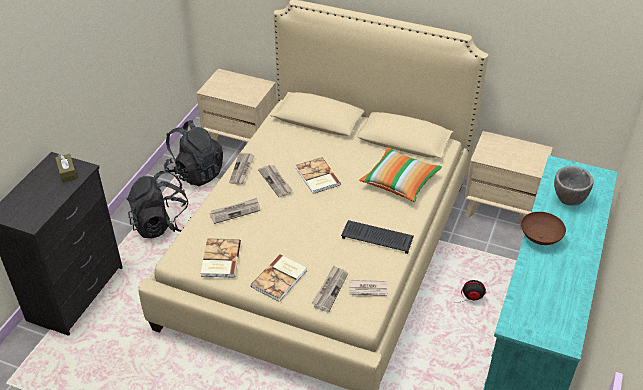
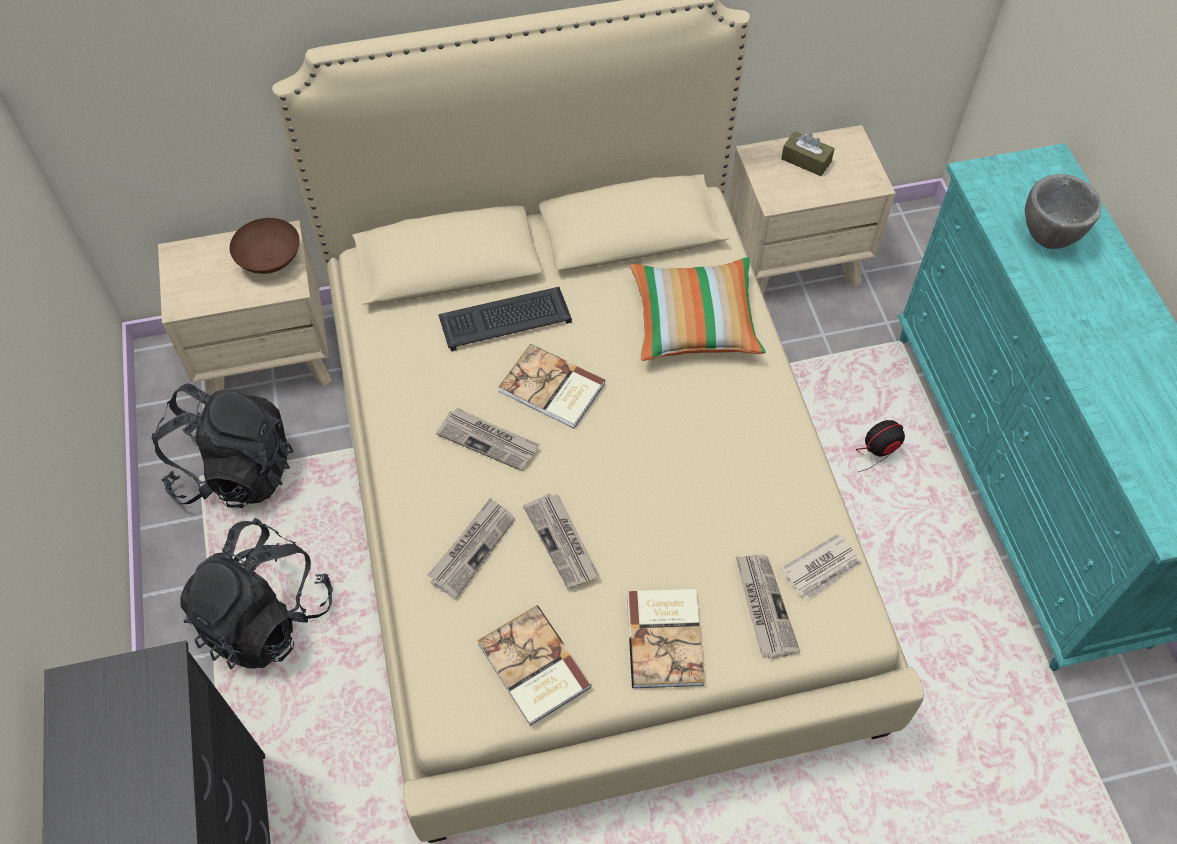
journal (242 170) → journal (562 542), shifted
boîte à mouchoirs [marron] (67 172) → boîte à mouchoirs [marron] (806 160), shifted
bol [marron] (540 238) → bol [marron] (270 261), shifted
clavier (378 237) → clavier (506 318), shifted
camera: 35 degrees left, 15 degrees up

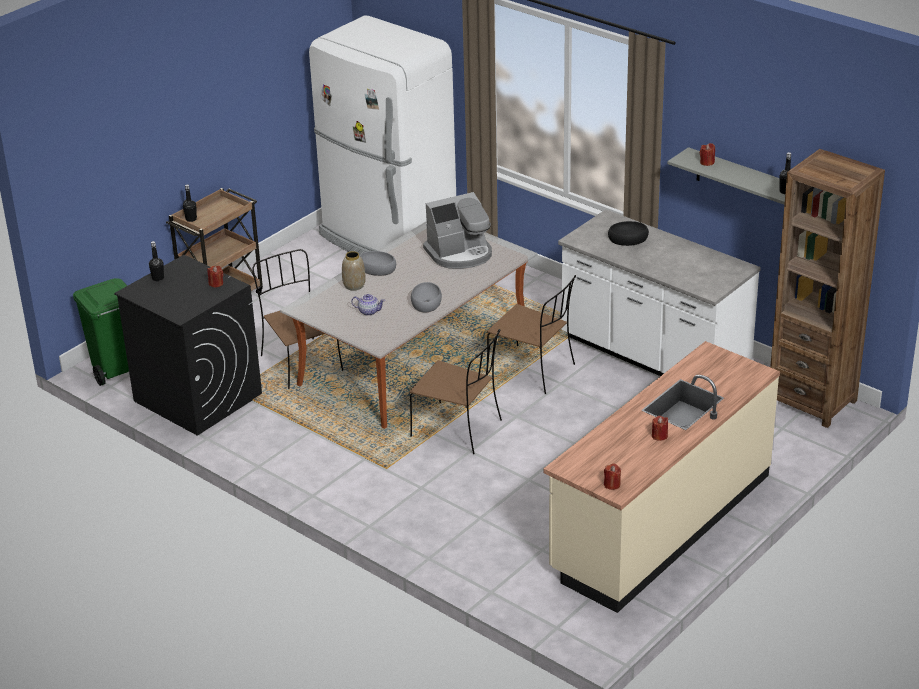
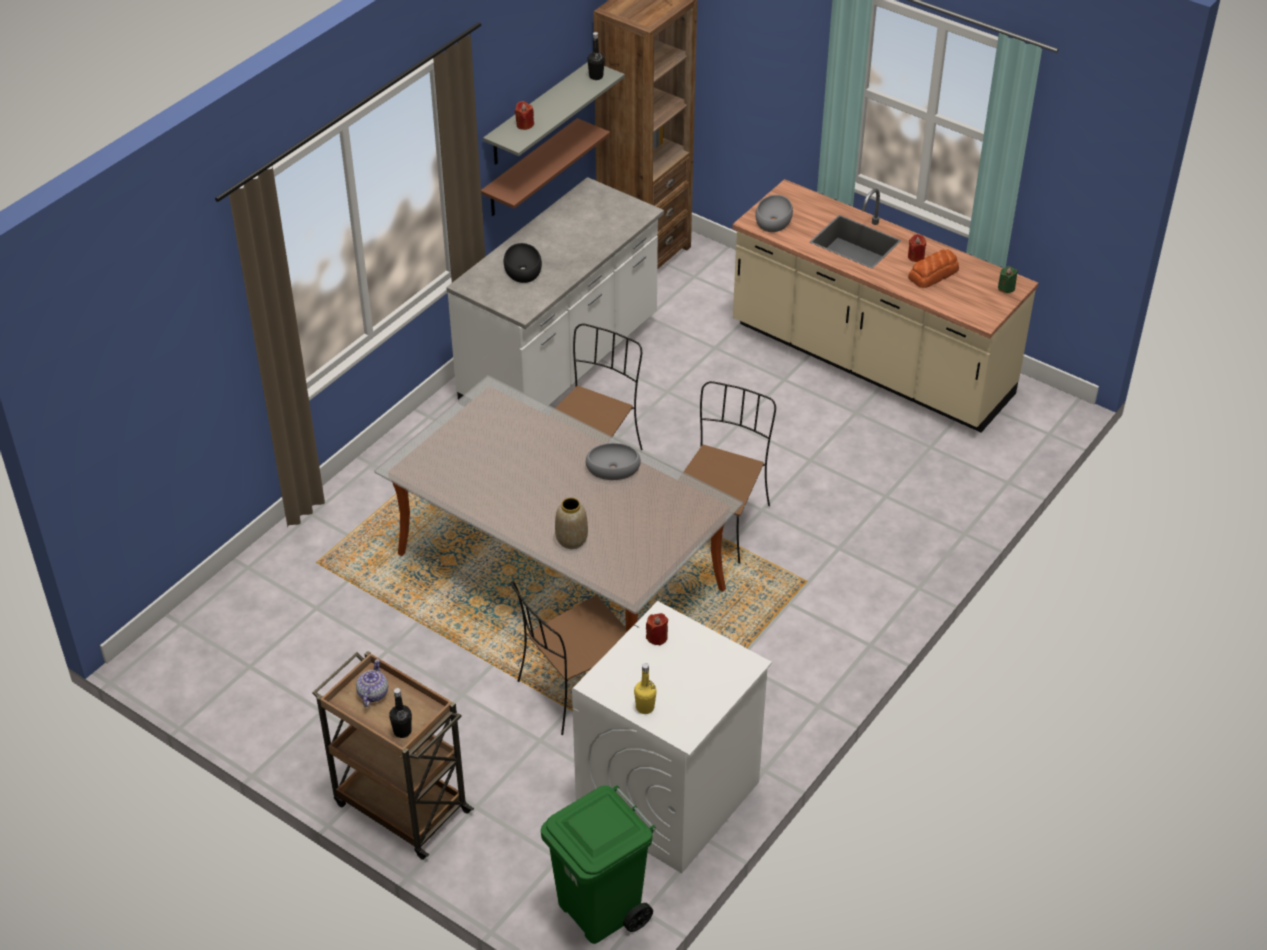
réfrigérateur [blanc] (387 239) → -
machine à café (460 254) → -
bouteille [noir] (158 278) → bouteille [jaune] (645 707)
bol [gris] (377 268) → bol [gris] (773 219), shifted
lave-linge [noir] (196 397) → lave-linge [blanc] (668 797)
théière (368 311) → théière (372 694), shifted
bougie [rouge] (612 484) → bougie [vert] (1006 288)
- → étagère [marron] (530 169)
- → pain (934 274)
camera: 95 degrees left, 10 degrees up

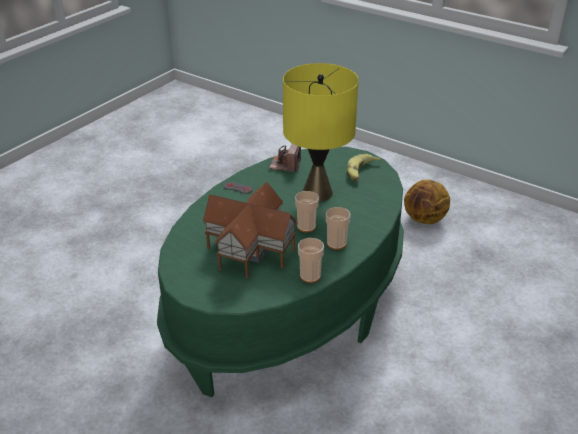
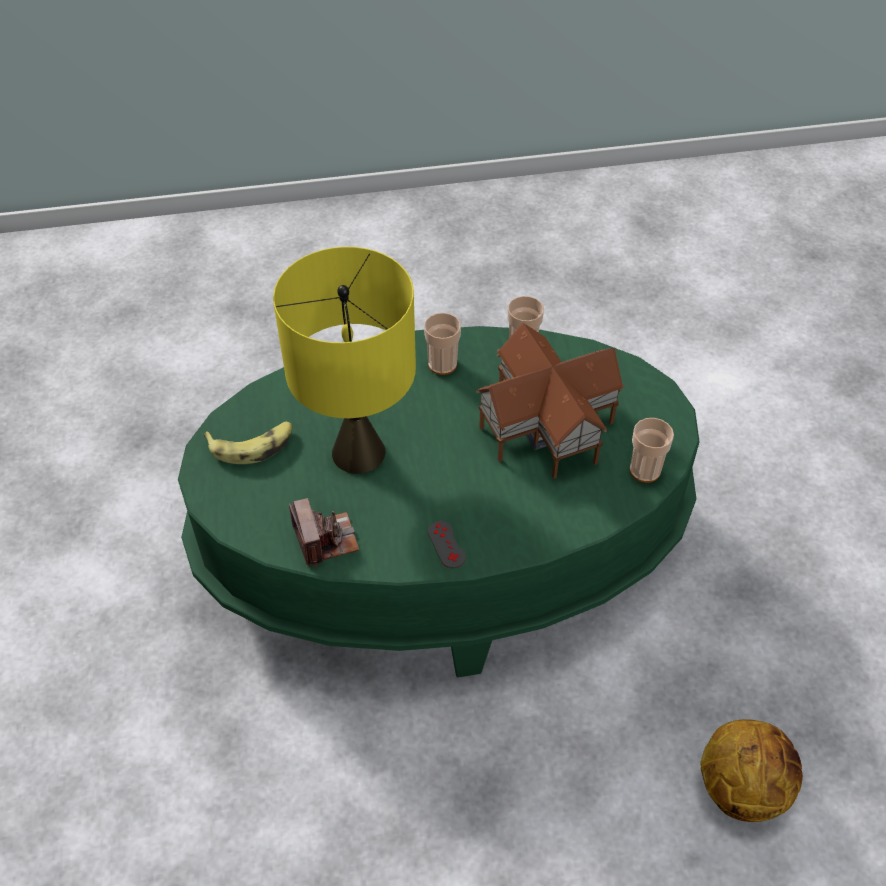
appareil photo (285 165) → appareil photo (325 539), 75 degrees counterclockwise
ballon de basket (424 219) → ballon de basket (741 787), shifted
tasse (306 226) → tasse (645 470), shifted
camera: 135 degrees left, 15 degrees up

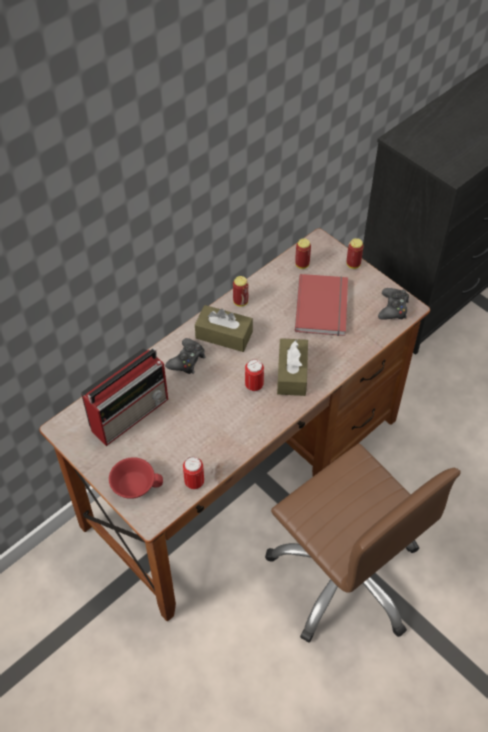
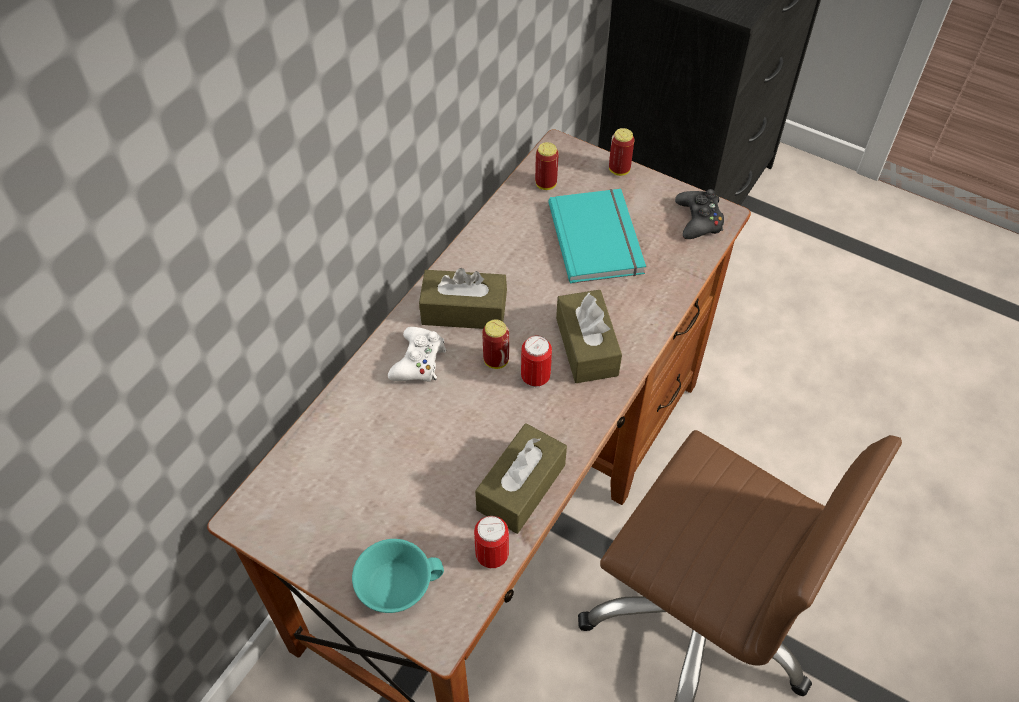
livre [rouge] (324 306) → livre [turquoise] (599 238)
boîte métallique (240 302) → boîte métallique (496 360), shifted
manette [noir] (187 360) → manette [blanc] (419 361)
radio (131 413) → -
tasse [rouge] (135 485) → tasse [turquoise] (396 584)
- → boîte à mouchoirs [marron] (521 487)
camera: 15 degrees left, 0 degrees up

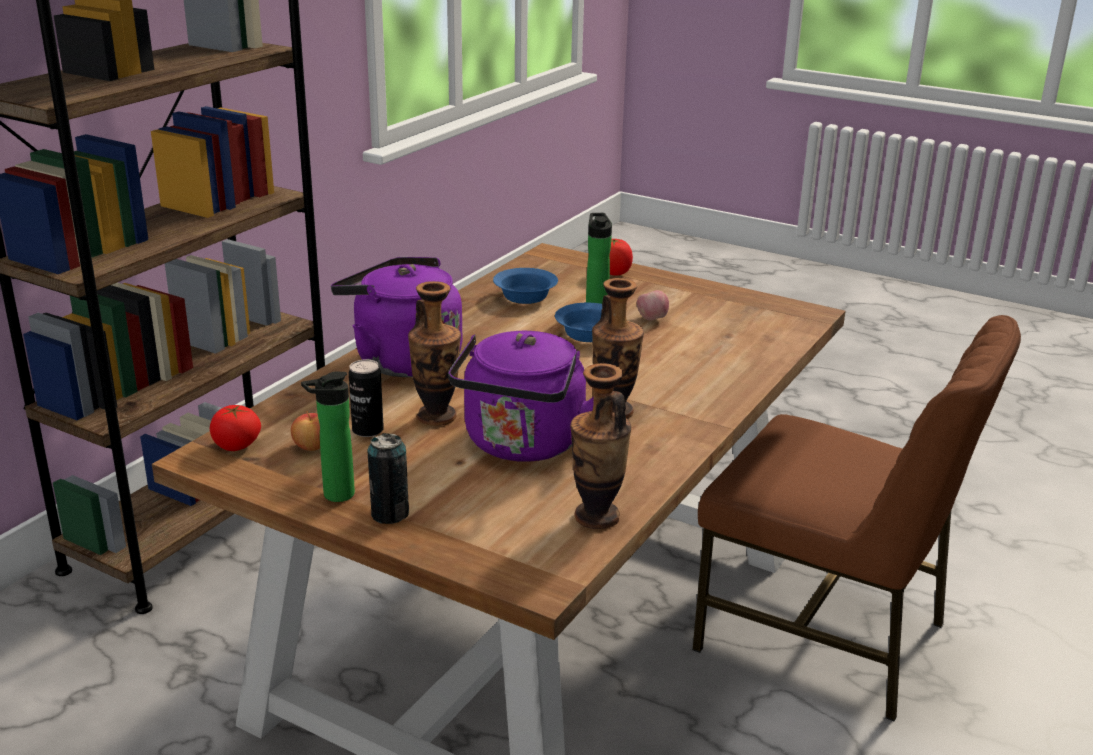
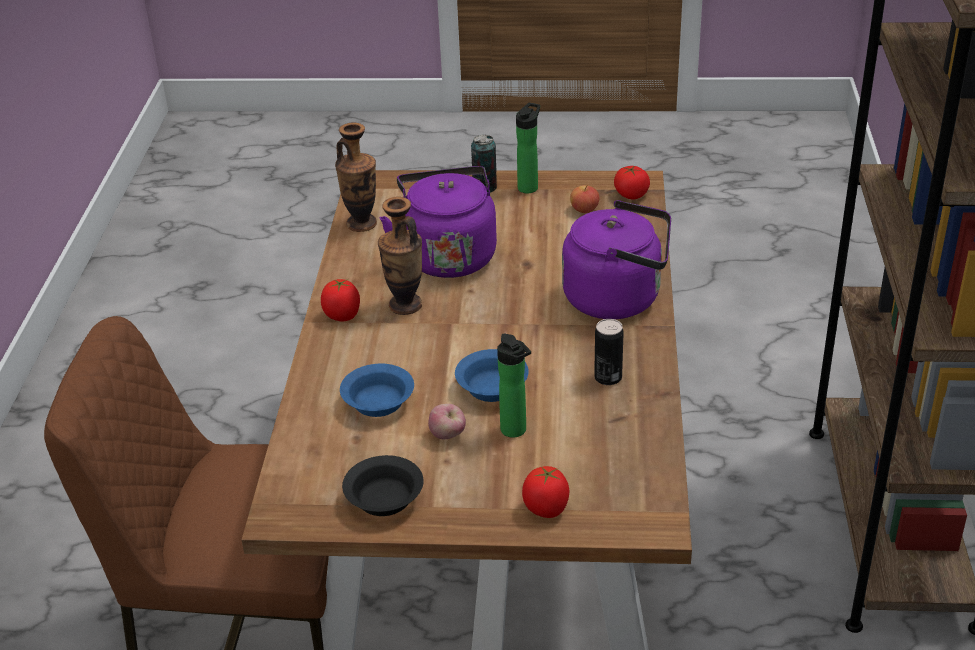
bol [bleu] (526 296) → bol [bleu] (377 404), shifted
vase (436 417) → -
boîte métallique (368 430) → boîte métallique (608 377), shifted
- → tomate (342 316)
- → bol [noir] (383 501)
camera: 155 degrees right, 10 degrees up

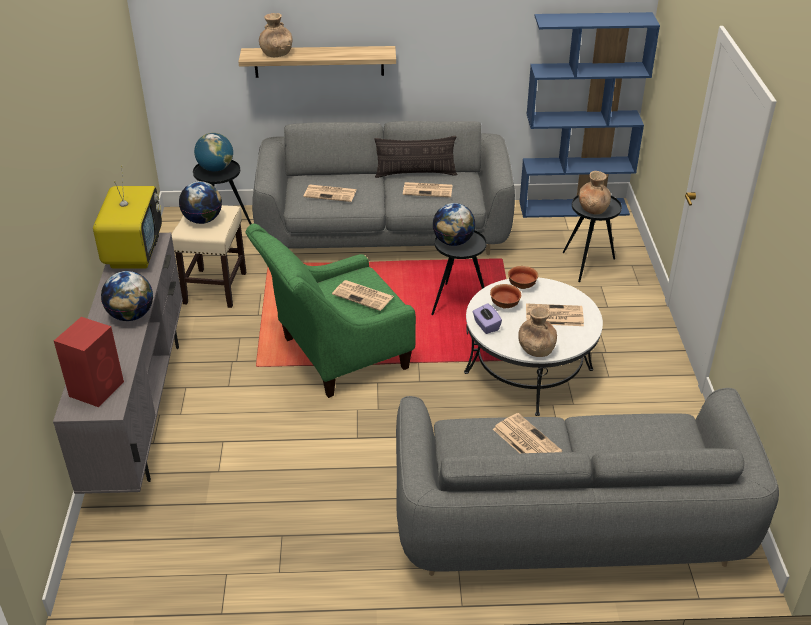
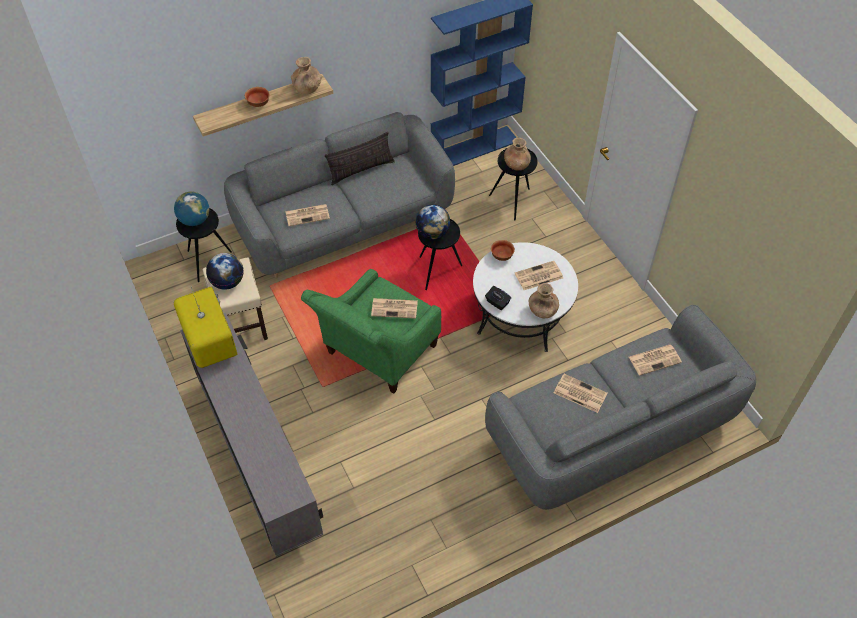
vase [marron] (276 54) → vase [marron] (307 89), shifted
journal (428 190) → journal (655 359), shifted
globe (131 316) → -
bol (505 305) → bol (259 103), shifted
boîte à mouchoirs [violet] (486 326) → boîte à mouchoirs [noir] (497 303)
enceinte [rouge] (97 388) → -
camera: 25 degrees left, 15 degrees up

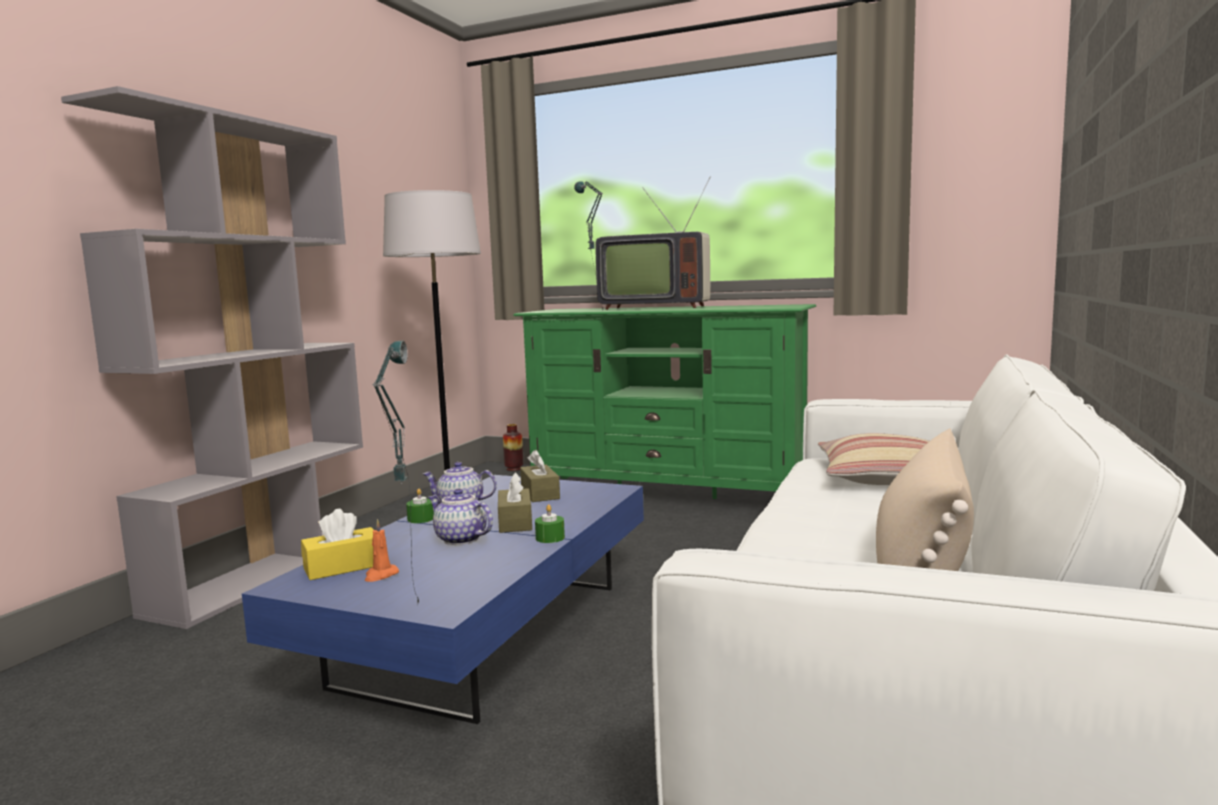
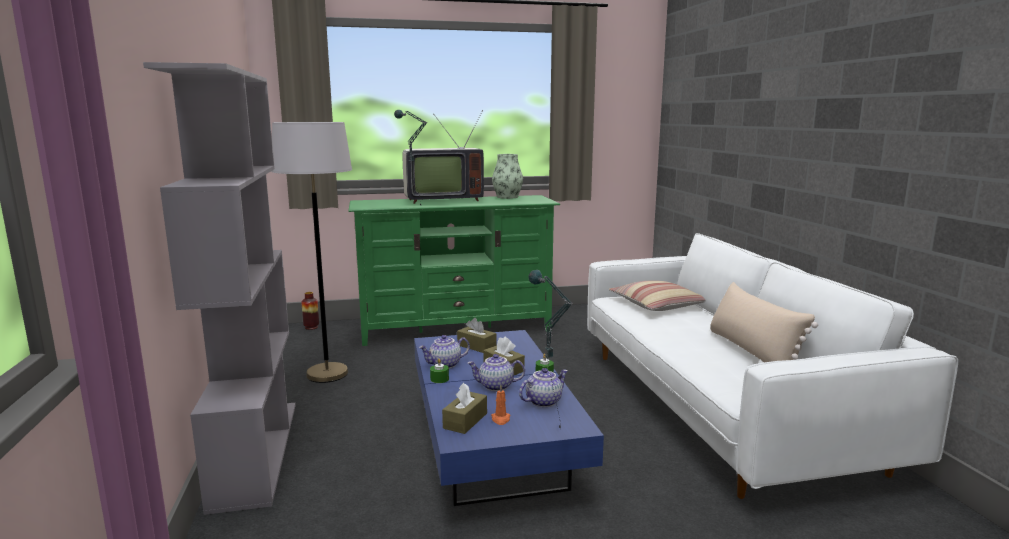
boîte à mouchoirs [jaune] (343 567) → boîte à mouchoirs [marron] (465 421)
- → vase (507 197)
- → théière (543 401)
camera: 35 degrees left, 5 degrees up

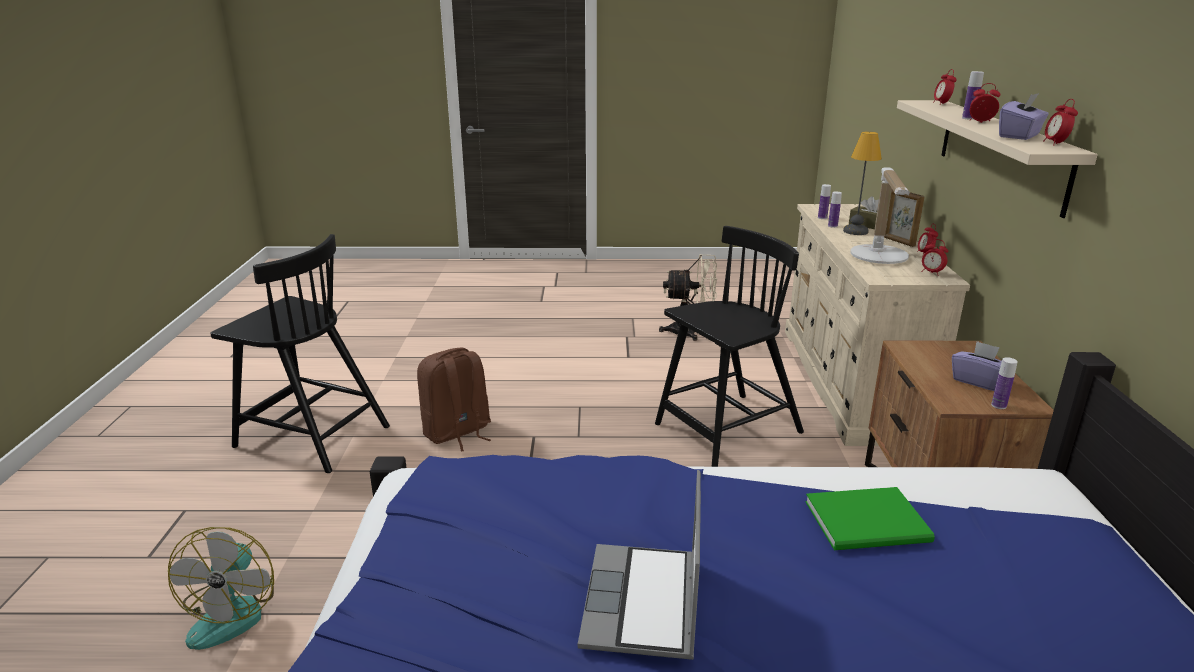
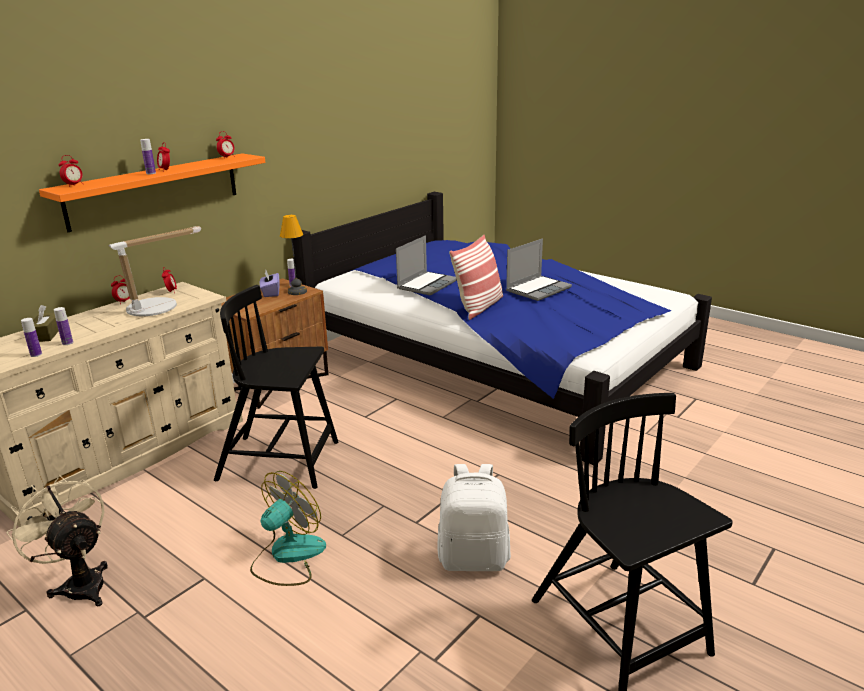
boîte à mouchoirs [violet] (1019 136) → -
étagère [beige] (1001 152) → étagère [orange] (155 190)
lampe de table (855 231) → lampe de table (298 291), shifted
cadre photo (898 241) → -
sac à dos [marron] (457 433) → sac à dos [blanc] (474 558)
livre [vert] (871 523) → ordinateur portable (427 284)
ventilateur (233 611) → ventilateur (288 556), shifted
- → coussin (479 307)
camera: 140 degrees left, 0 degrees up

